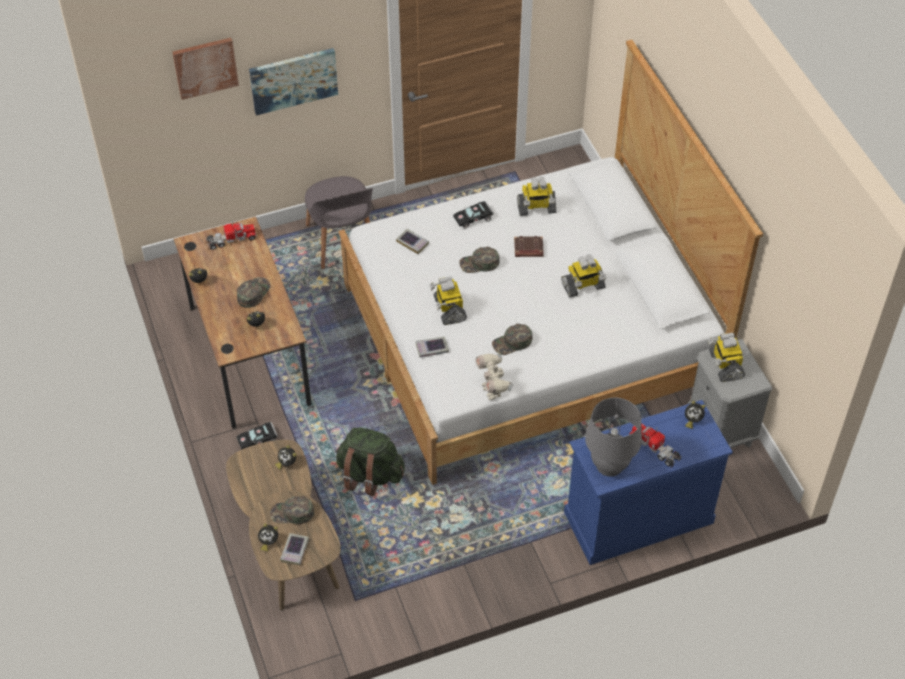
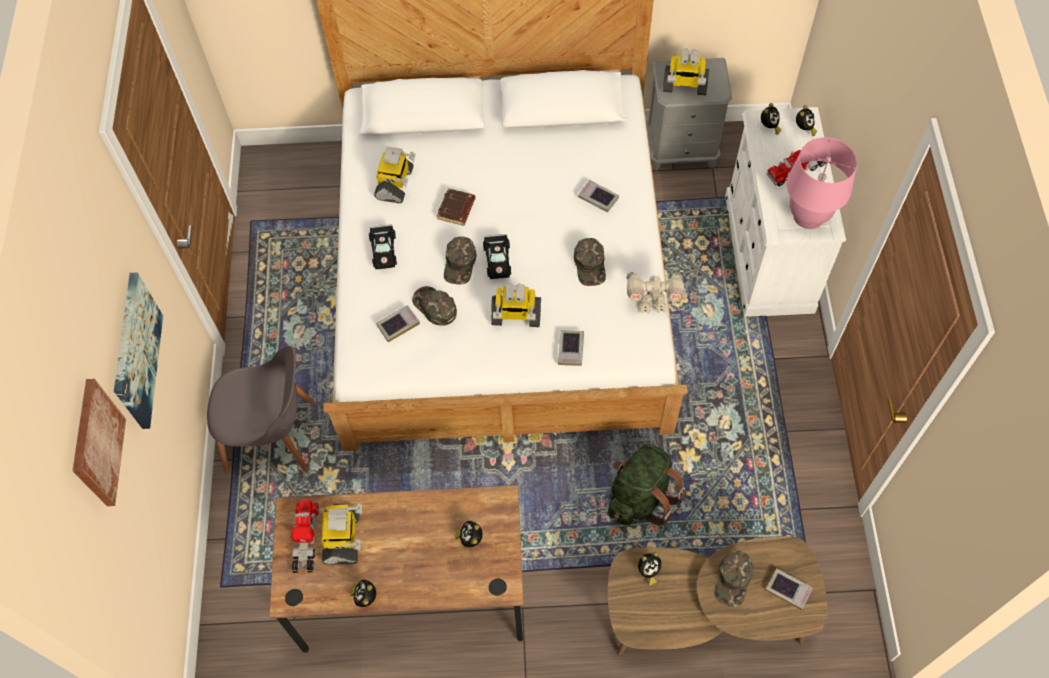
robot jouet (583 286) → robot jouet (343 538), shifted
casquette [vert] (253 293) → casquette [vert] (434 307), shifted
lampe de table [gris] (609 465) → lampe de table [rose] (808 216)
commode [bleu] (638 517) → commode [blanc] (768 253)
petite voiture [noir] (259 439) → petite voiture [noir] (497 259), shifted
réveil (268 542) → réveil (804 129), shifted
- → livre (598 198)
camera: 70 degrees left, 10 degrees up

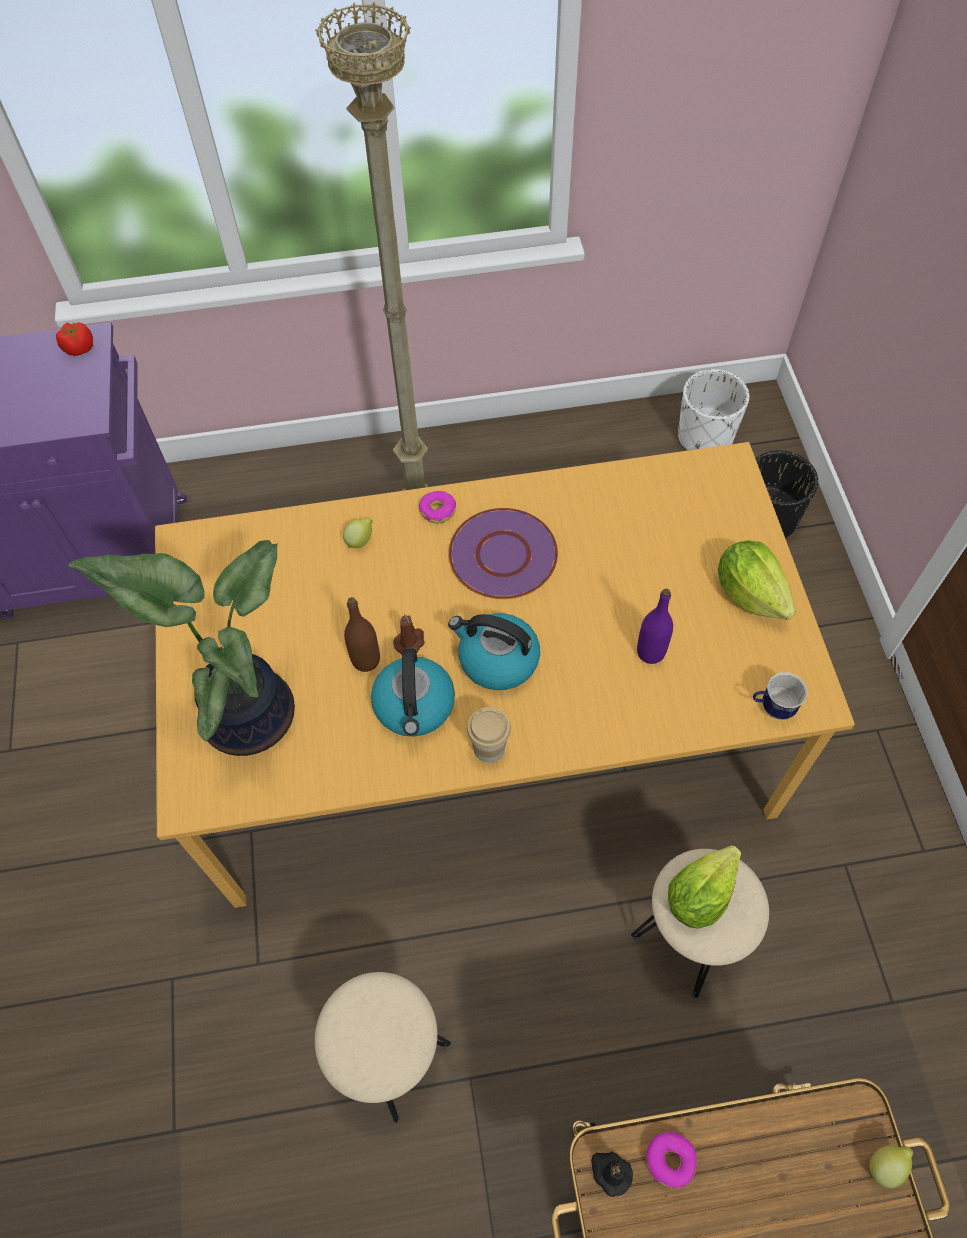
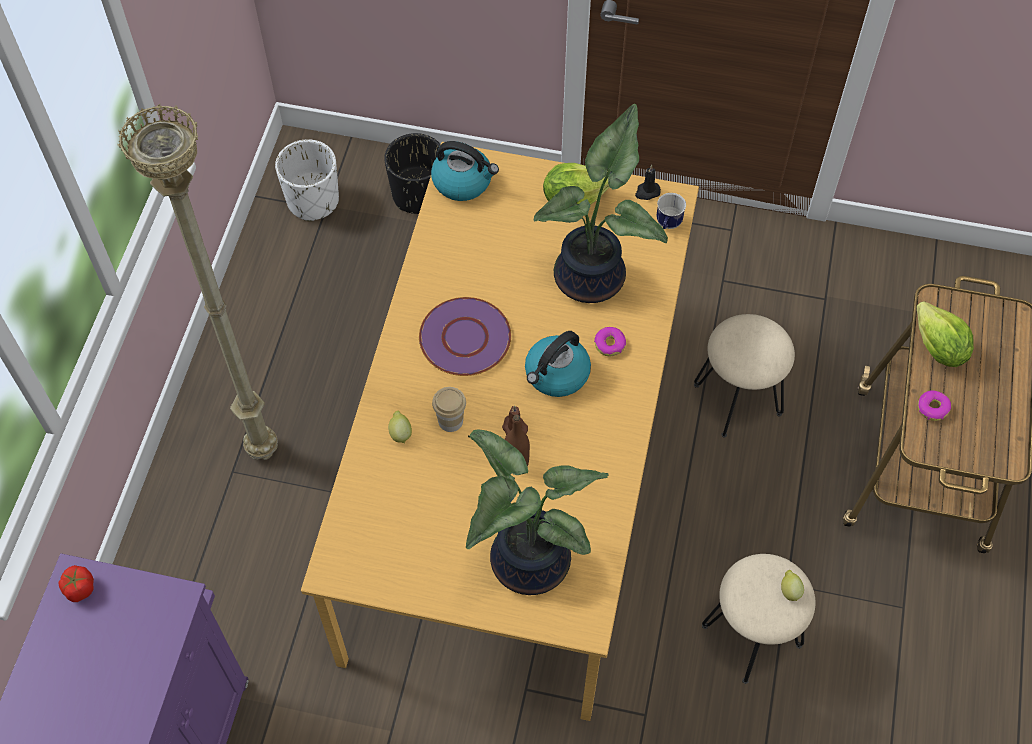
beignet (438 510) → beignet (609 344), shifted
bouteille [violet] (650 652) → plante en pot (594 276)
bouilloire (415 706) → bouilloire (463 181), shifted
tasse (489 748) → tasse (450 421), shifted
laitue (699 895) → laitue (938 348), shifted
citron (885 1165) → citron (789 590), shifted
bougie [noir] (610 1171) → bougie [noir] (647 192), shifted
camera: 70 degrees left, 0 degrees up

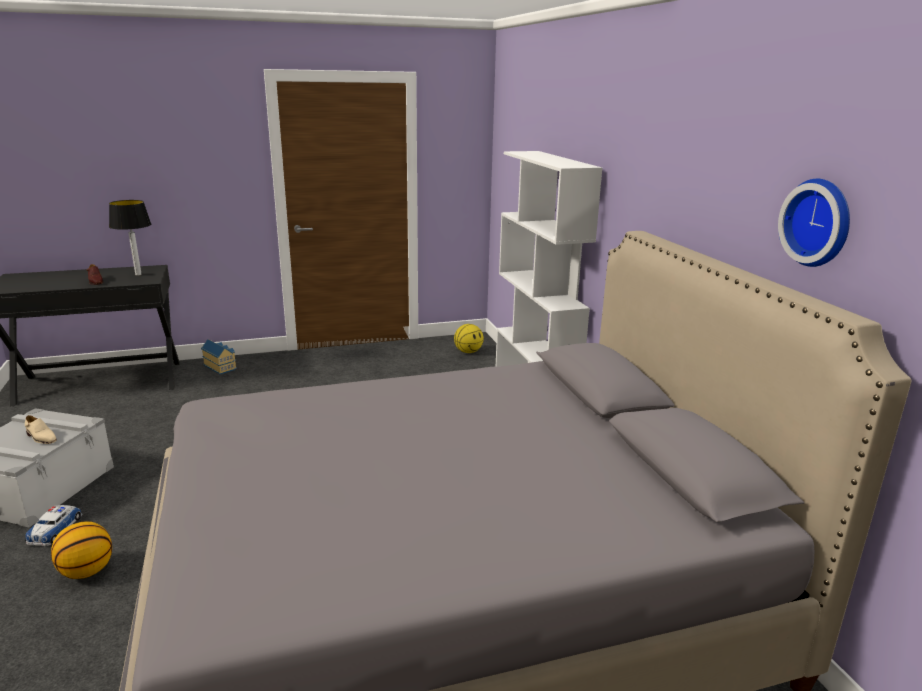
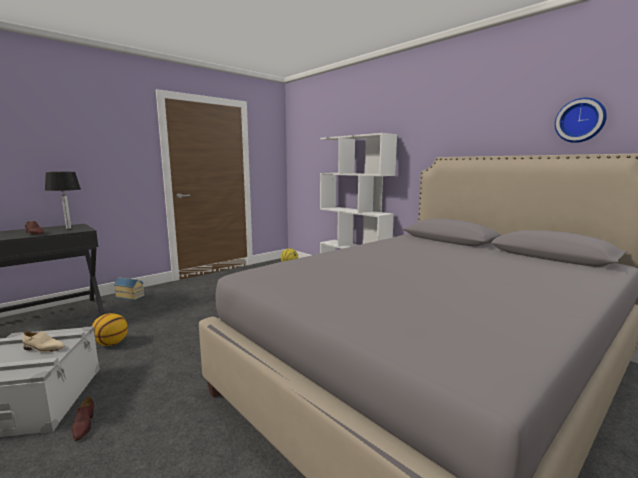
petite voiture (54 530) → chaussure [marron] (83 426)
ballon de basket (87 571) → ballon de basket (111 344), shifted
camera: 25 degrees left, 10 degrees down

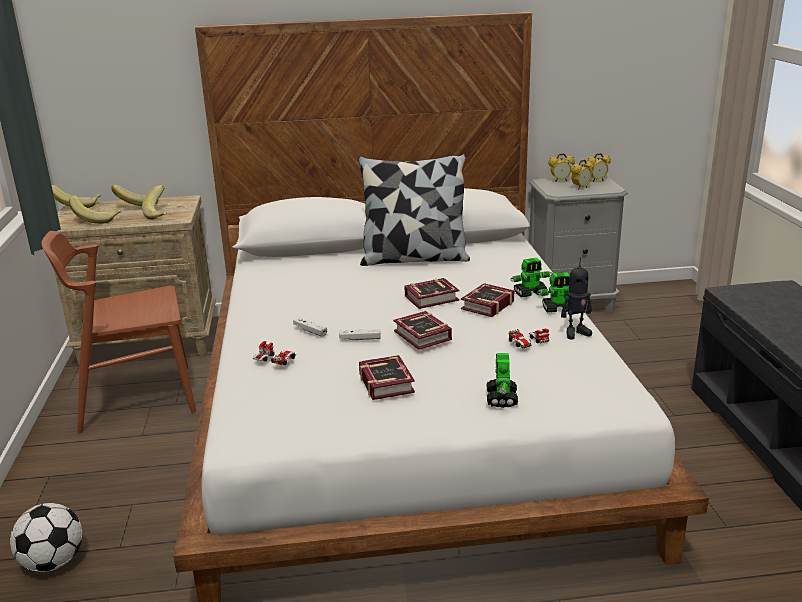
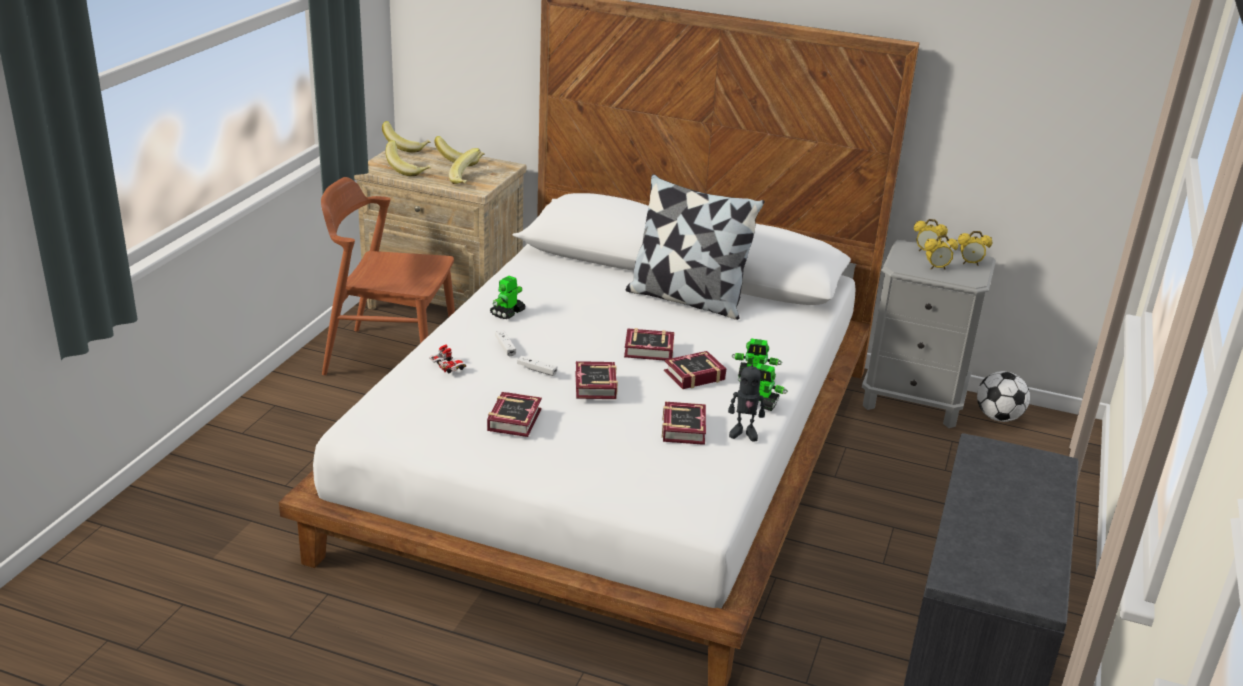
petite voiture (529 343) → livre (685 427)
robot jouet (501 398) → robot jouet (507 313), shifted
ballon de foot (53 562) → ballon de foot (998 417), shifted
camera: 25 degrees right, 5 degrees up

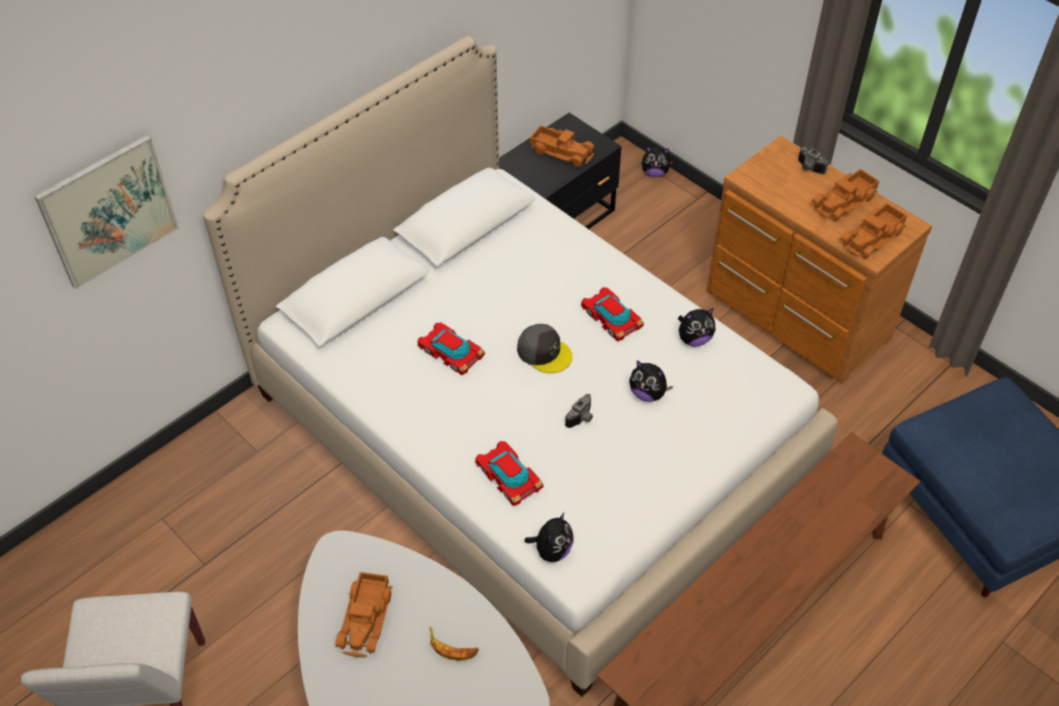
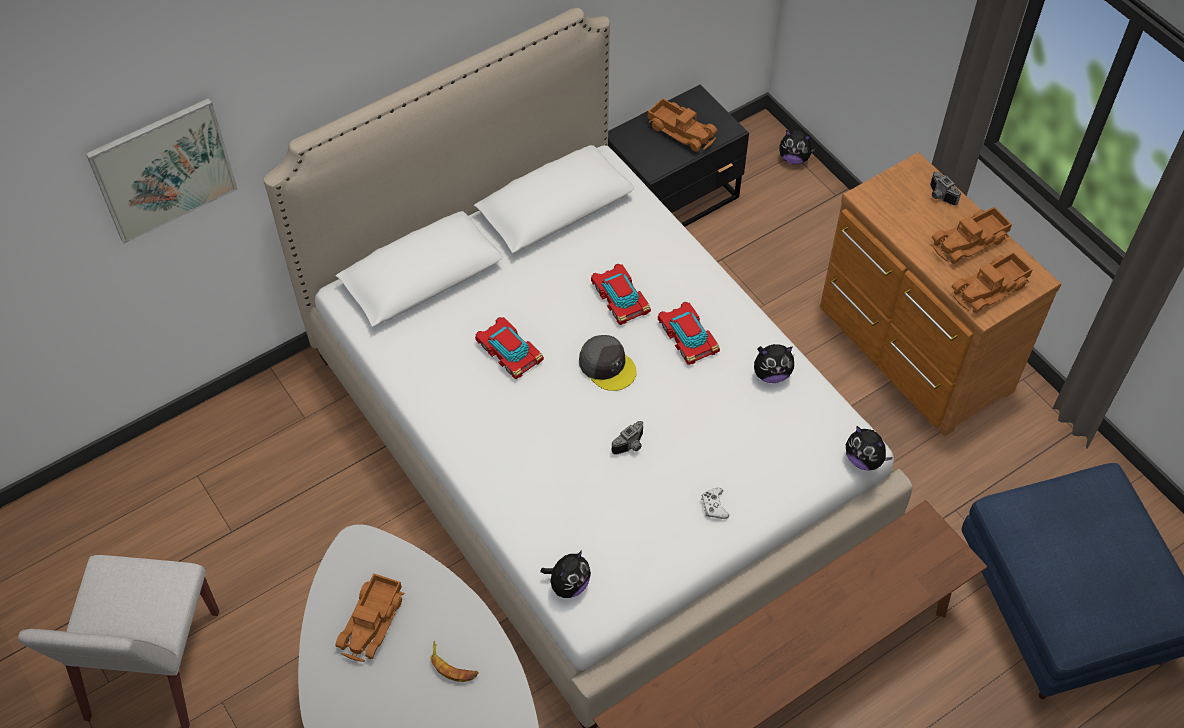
peluche (647 393) → peluche (864 459), shifted
petite voiture (509 476) → petite voiture (620 298), shifted
- → manette [blanc] (714 506)
camera: 10 degrees right, 5 degrees up

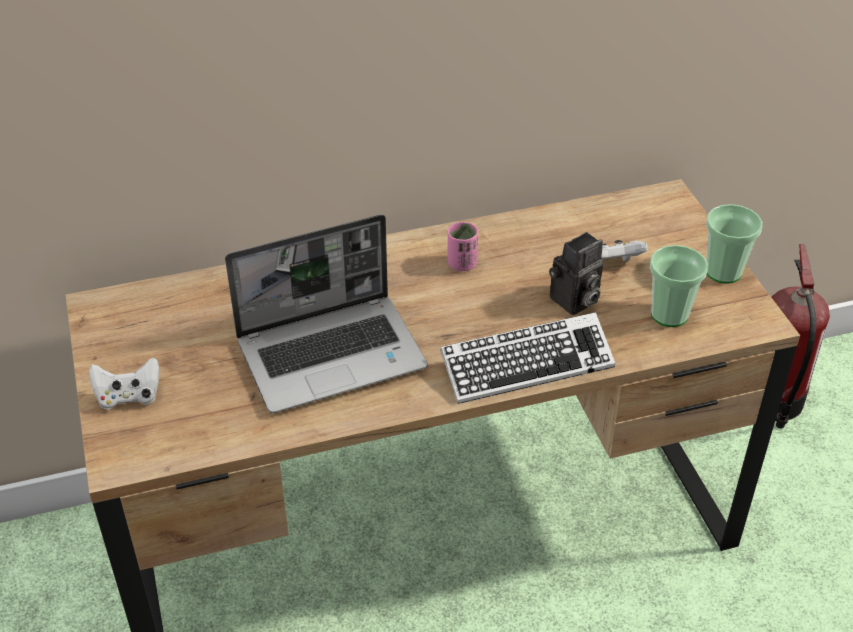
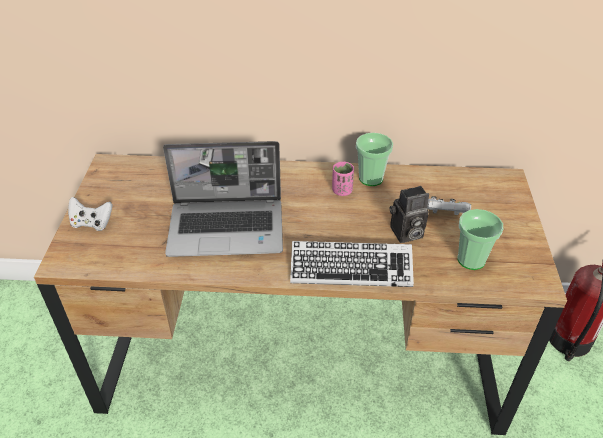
tasse (723 272) → tasse (371 178), shifted
camera: 20 degrees right, 0 degrees up

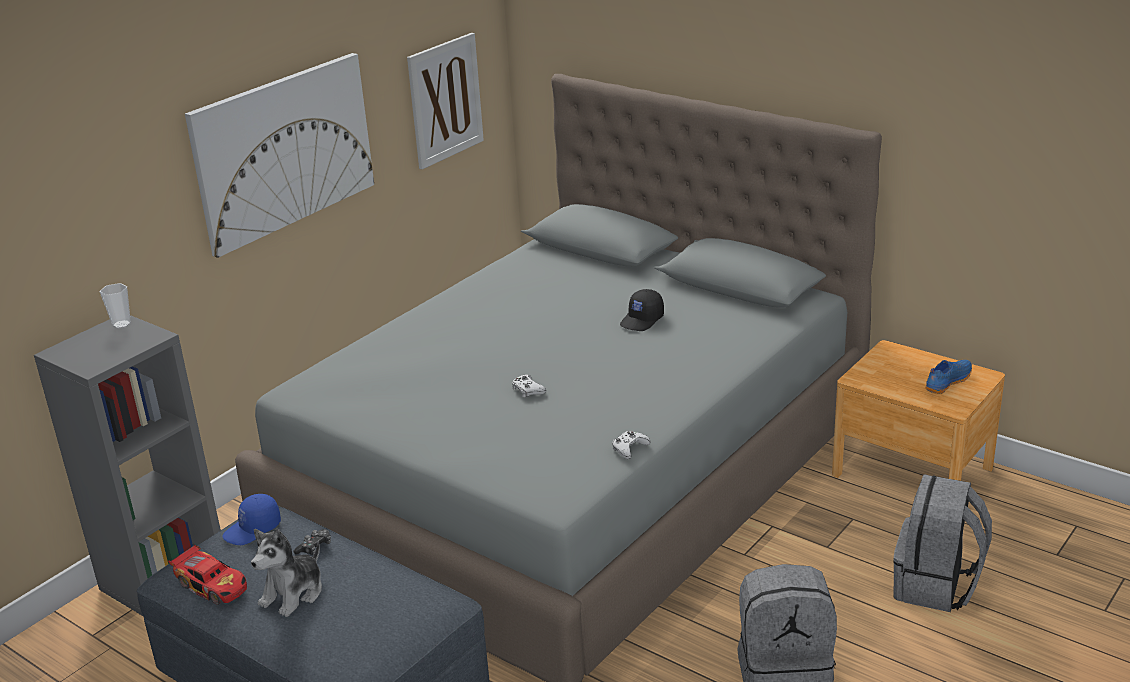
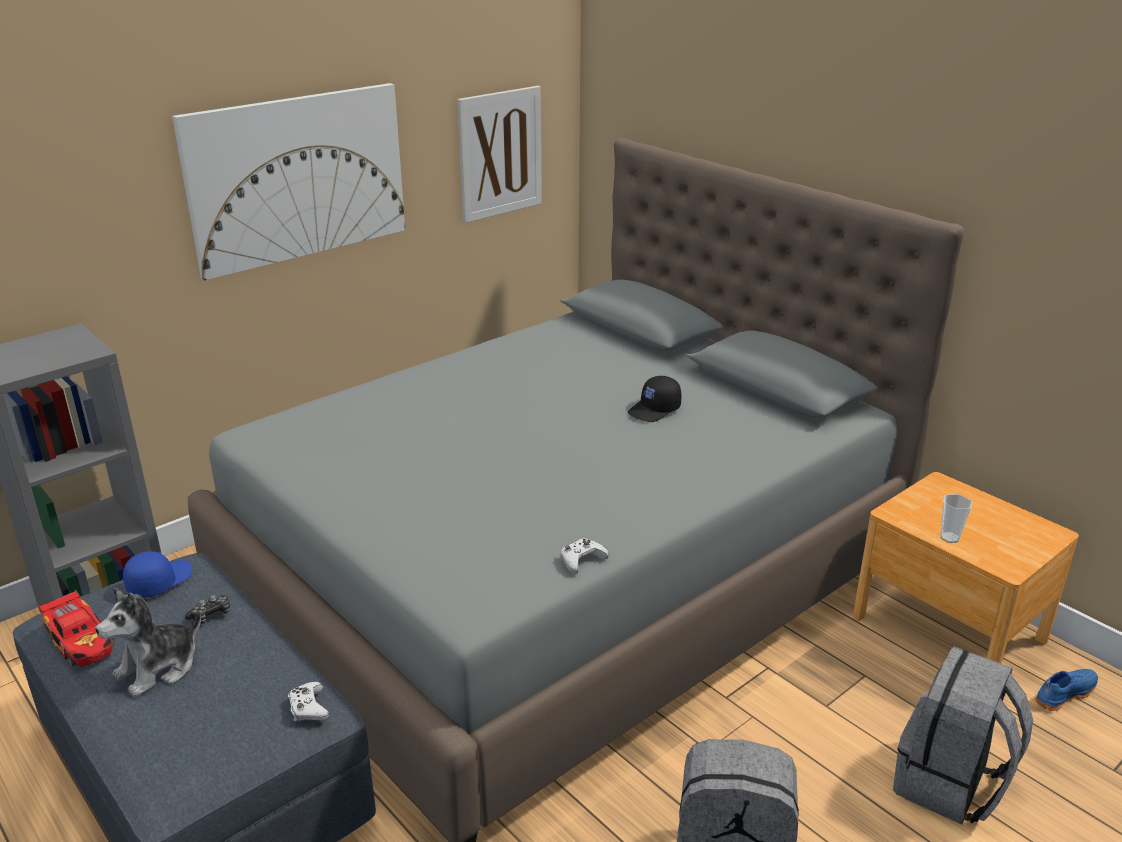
tasse (121 324) → tasse (949 538), shifted
chaussure [bleu] (946 382) → chaussure [bleu] (1063 694), shifted
manette [blanc] (527 390) → manette [blanc] (308 707), shifted
casquette [bleu] (253 529) → casquette [bleu] (159 581), 150 degrees clockwise
camera: 10 degrees right, 0 degrees up

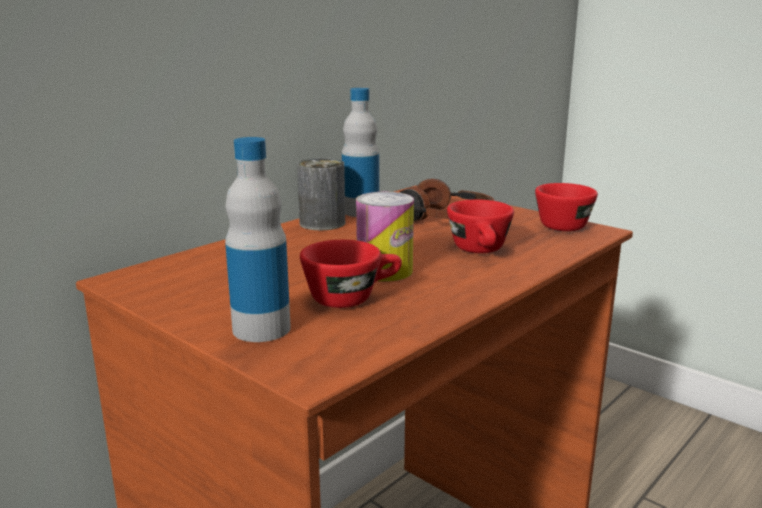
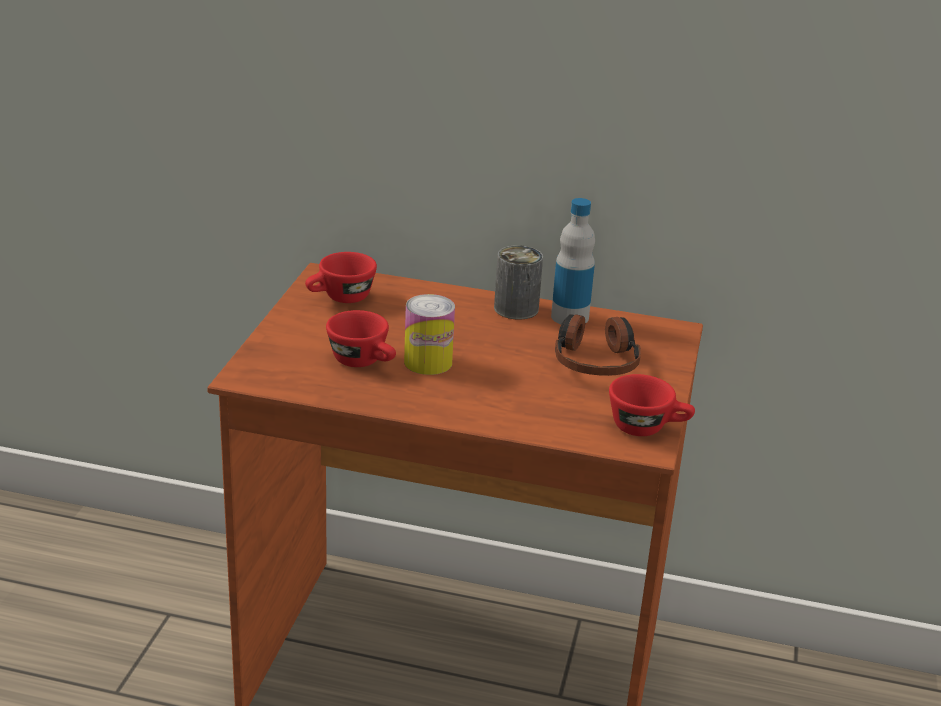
bouteille (261 329) → -
tasse [rouge] (481 251) → tasse [rouge] (340 298), shifted
camera: 60 degrees right, 10 degrees up

